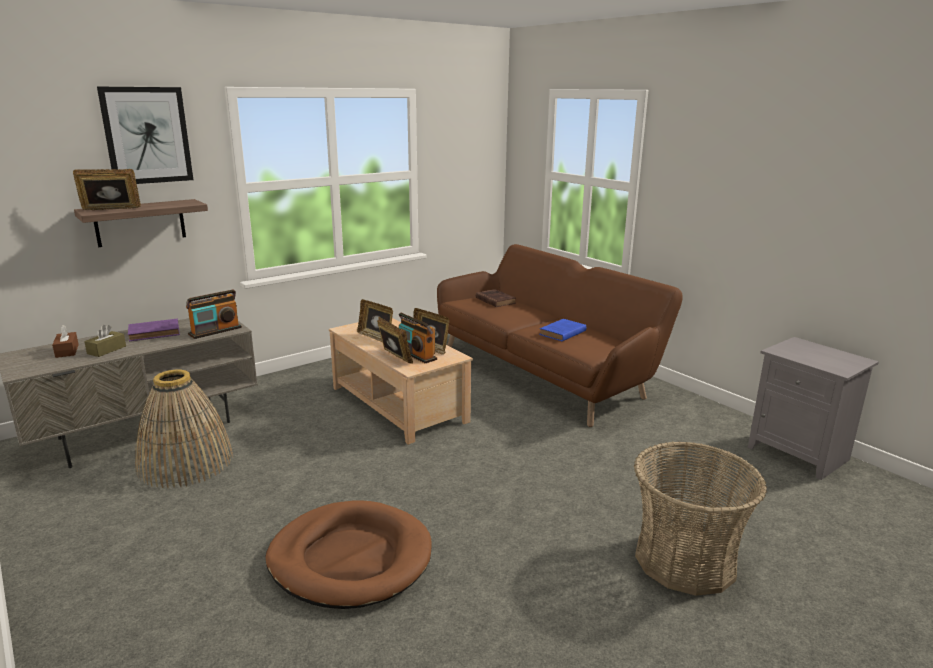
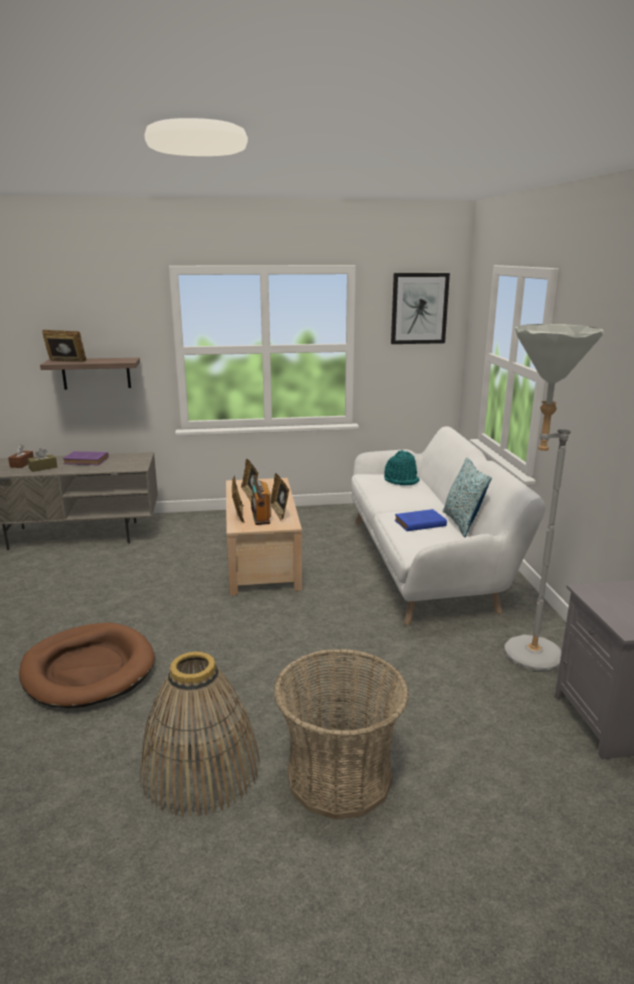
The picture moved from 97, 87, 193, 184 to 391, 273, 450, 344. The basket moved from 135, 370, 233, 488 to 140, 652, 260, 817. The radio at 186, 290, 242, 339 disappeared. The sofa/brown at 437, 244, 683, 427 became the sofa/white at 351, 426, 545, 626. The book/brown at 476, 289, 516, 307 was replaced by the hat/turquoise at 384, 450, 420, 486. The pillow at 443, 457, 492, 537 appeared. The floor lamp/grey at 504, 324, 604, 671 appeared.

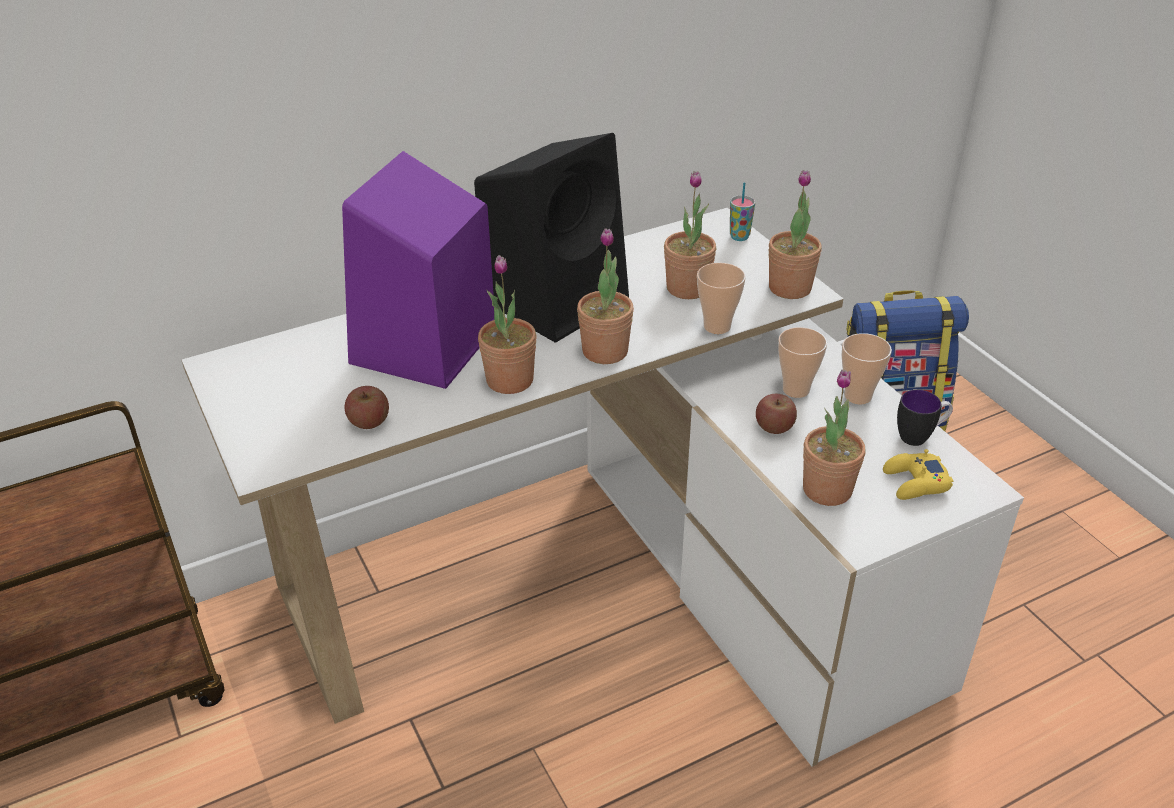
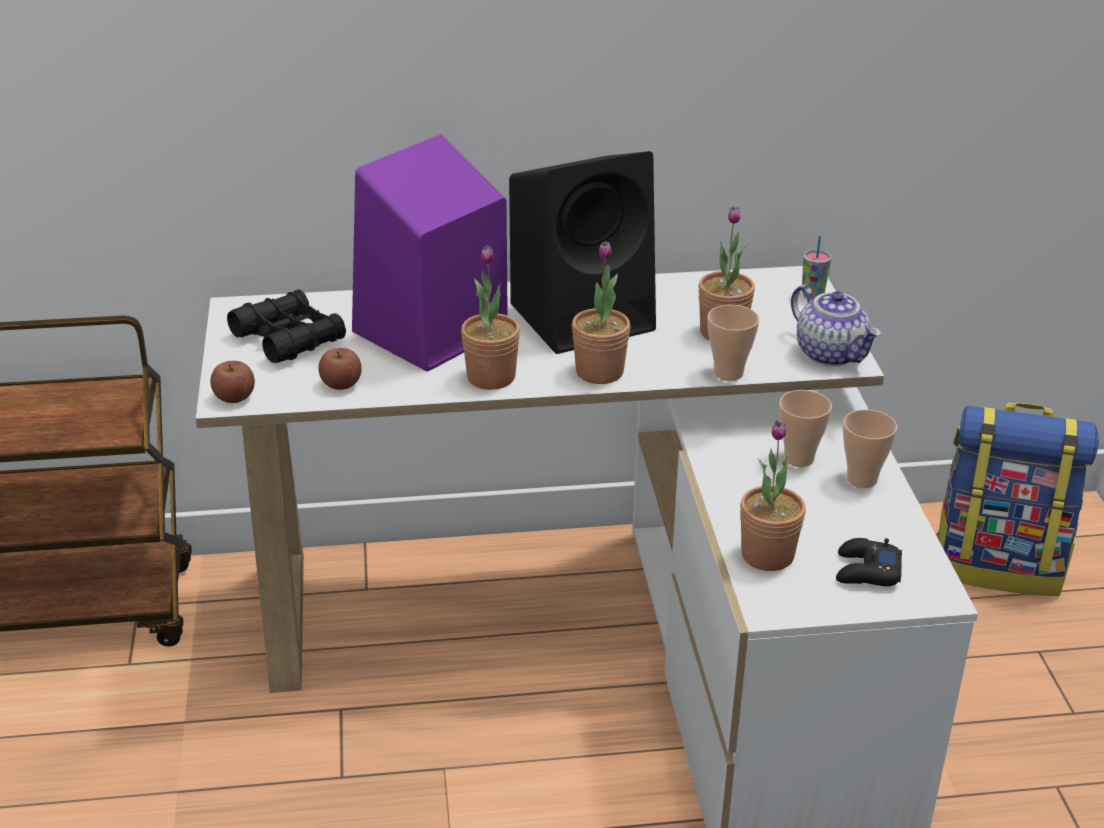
The apple moved from 756, 394, 797, 434 to 210, 361, 255, 403. The potted plant at 769, 170, 822, 299 was replaced by the teapot at 791, 285, 881, 366. The game controller/yellow at 883, 449, 954, 500 became the game controller/black at 836, 538, 902, 586. The mug at 897, 390, 953, 446 disappeared. The binoculars/black at 227, 289, 346, 363 appeared.

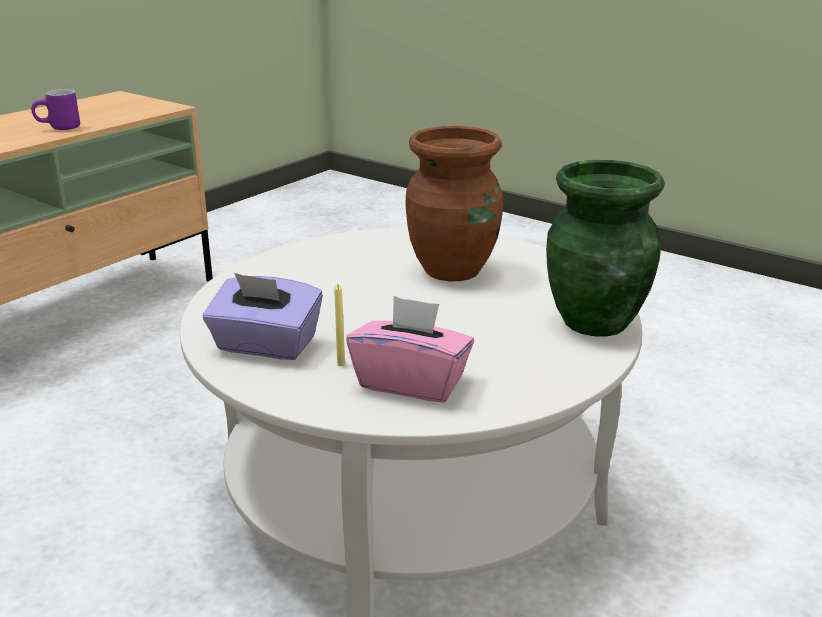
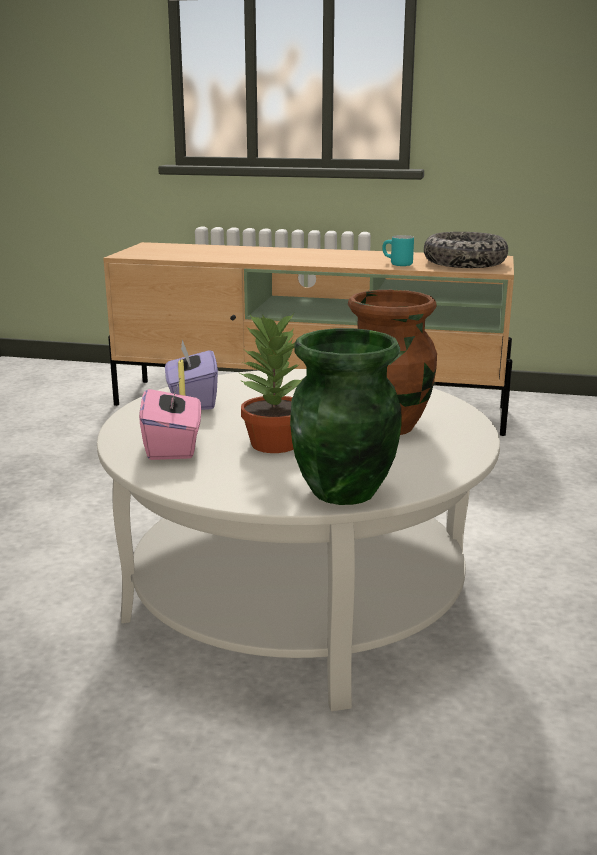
The mug/purple at 31, 89, 80, 130 became the mug/turquoise at 382, 235, 414, 266. The potted plant at 240, 313, 304, 453 appeared. The bowl at 424, 232, 508, 268 appeared.

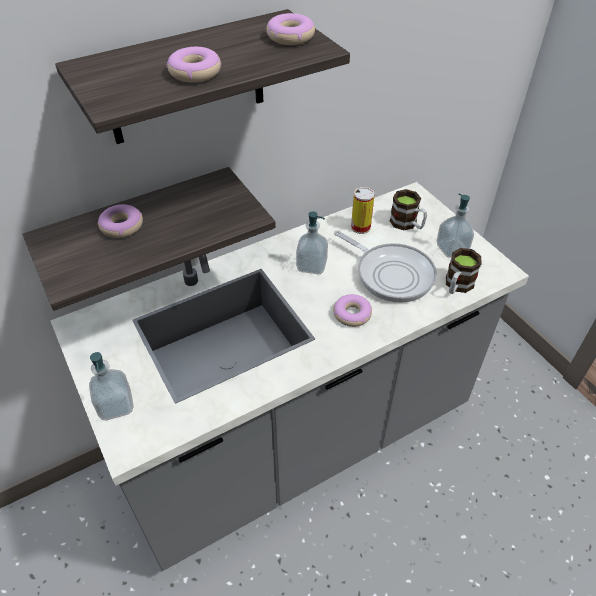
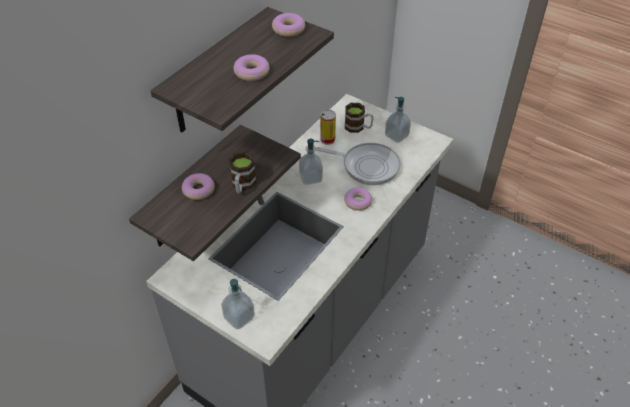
The mug moved from 446, 248, 482, 294 to 228, 151, 257, 194.

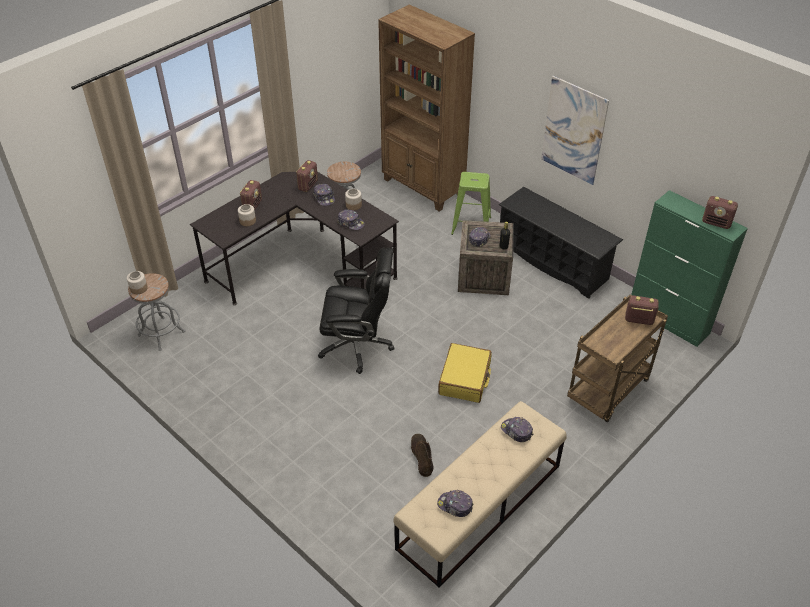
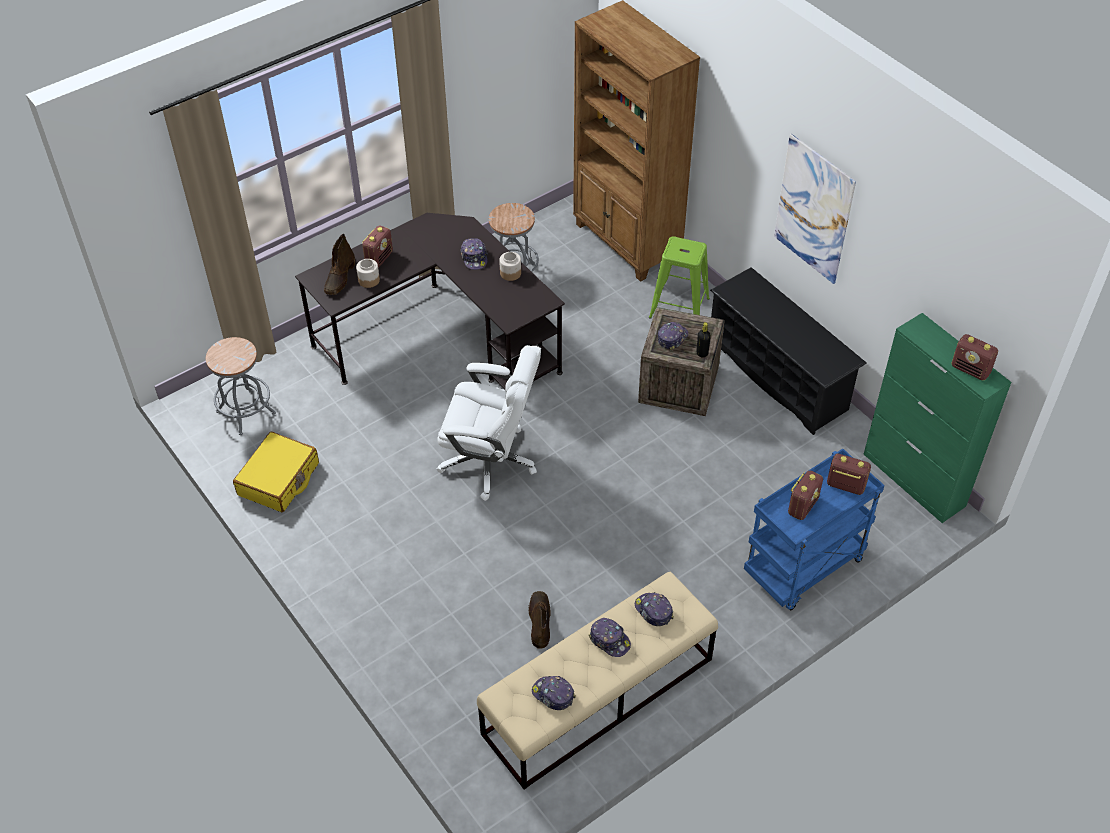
The jar at 127, 271, 148, 294 disappeared. The radio moved from 296, 160, 318, 192 to 788, 471, 823, 520. The office chair/black at 318, 247, 395, 374 became the office chair/white at 436, 345, 541, 501. The cap moved from 337, 209, 365, 230 to 589, 618, 631, 657. The suitcase/yellow moved from 438, 343, 492, 403 to 233, 432, 319, 512. The cart/brown at 567, 294, 668, 422 became the cart/blue at 744, 449, 885, 611. The boot/brown at 324, 234, 355, 295 appeared.

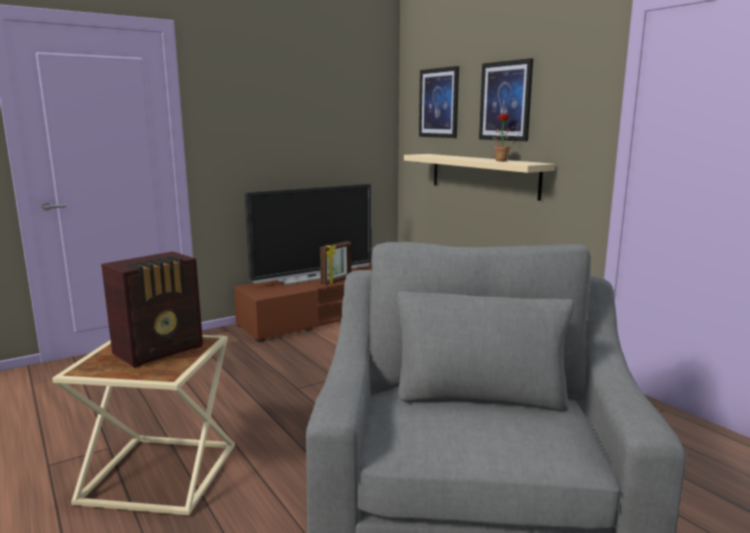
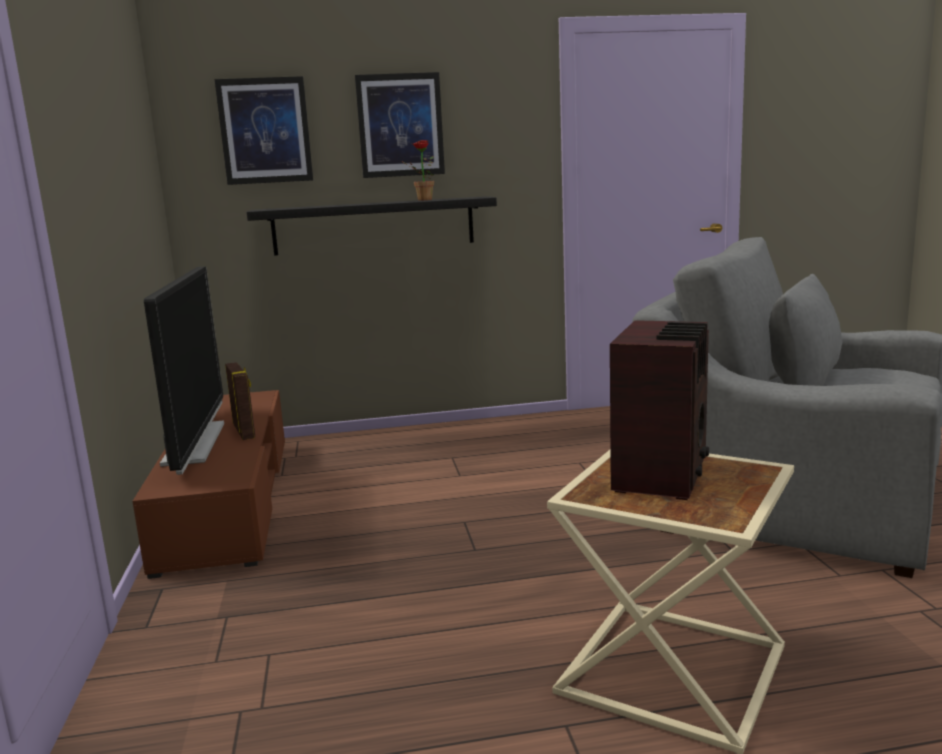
The radio at 101, 251, 203, 368 turned 45 degrees clockwise. The shelf/beige at 404, 154, 555, 201 became the shelf/black at 247, 196, 497, 256.

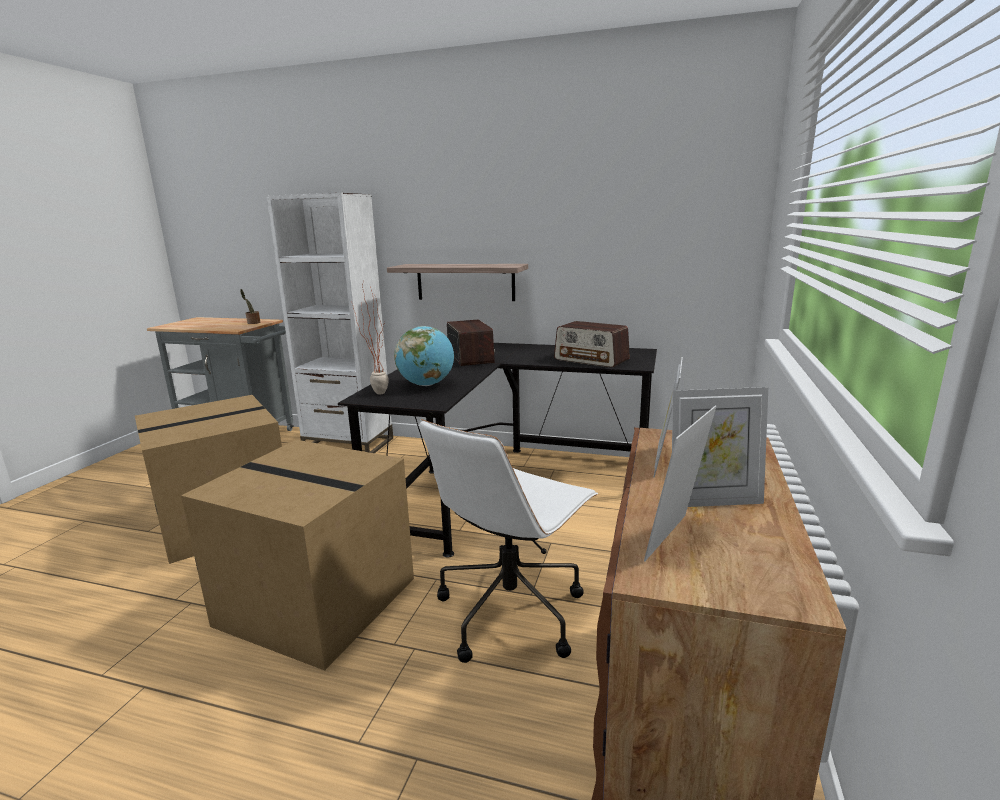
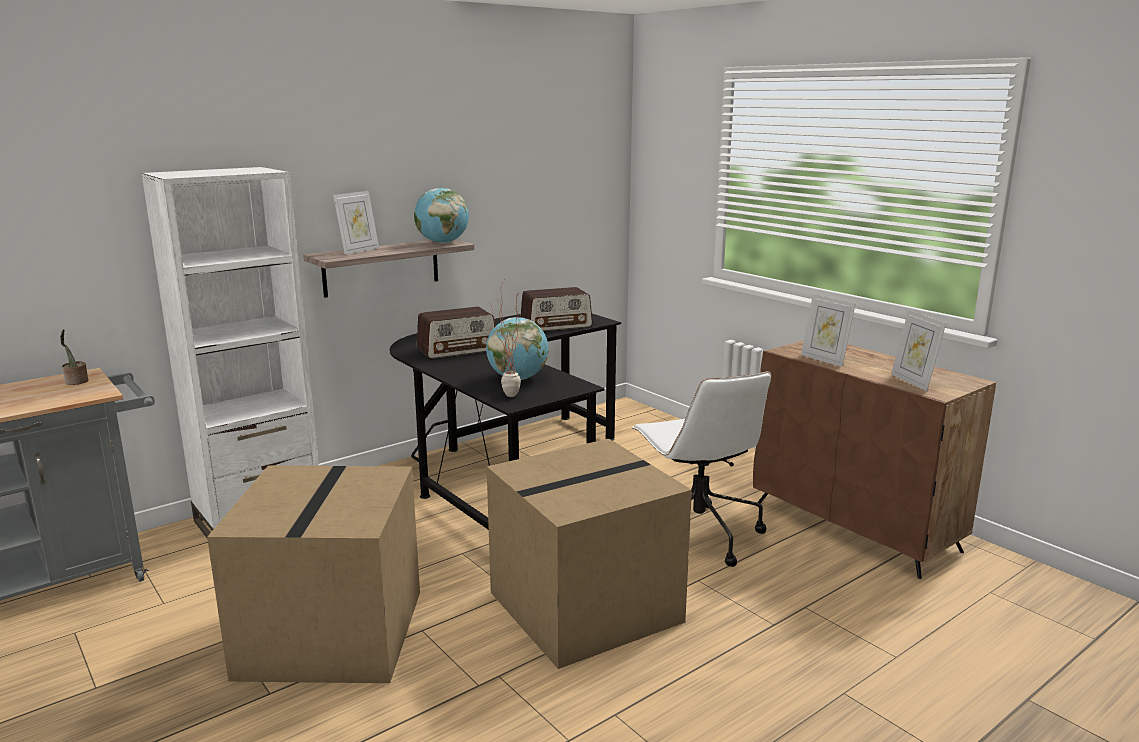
The radio at 447, 320, 495, 366 turned 135 degrees clockwise. The picture frame moved from 672, 387, 768, 507 to 333, 191, 379, 255. The globe at 414, 188, 469, 243 appeared.

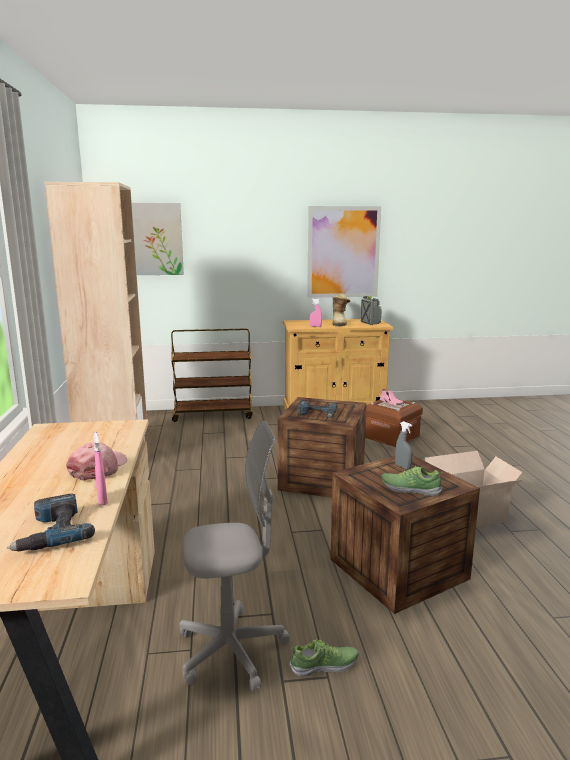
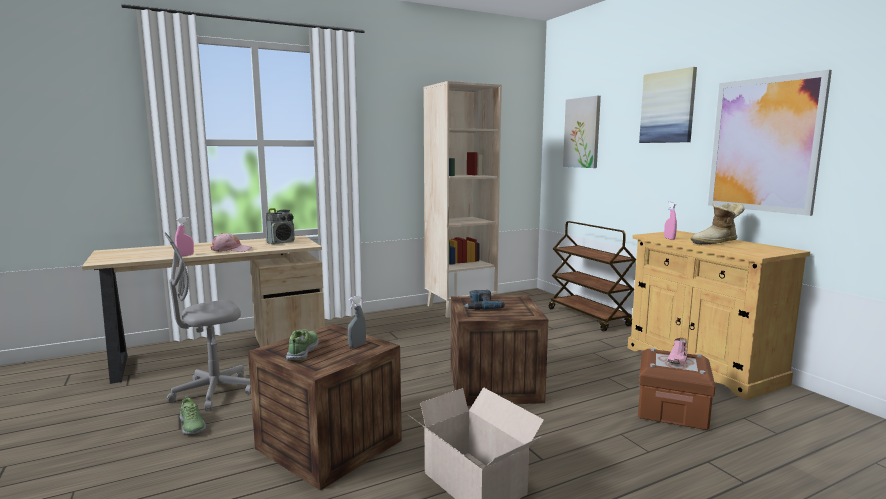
The power drill at 7, 494, 95, 551 disappeared. The office chair/grey at 179, 421, 290, 691 turned 90 degrees clockwise. The radio moved from 361, 296, 382, 325 to 265, 208, 295, 244. The picture at 639, 67, 697, 143 appeared.

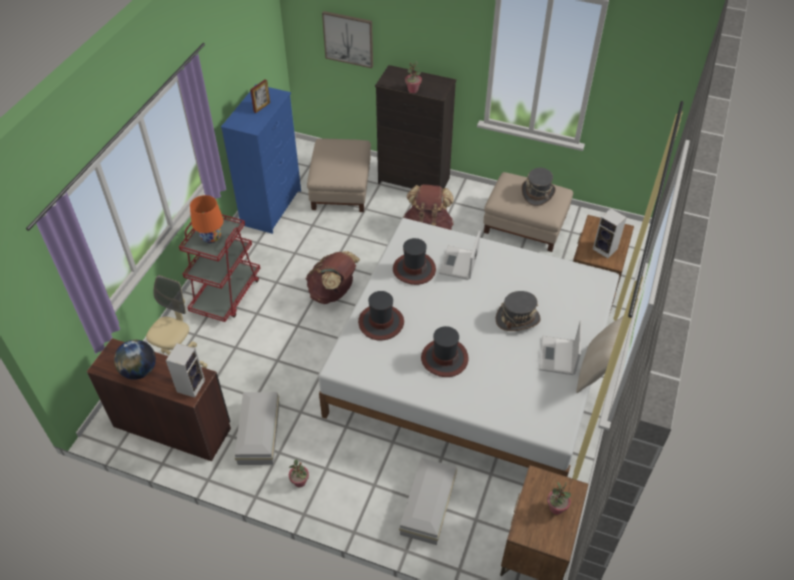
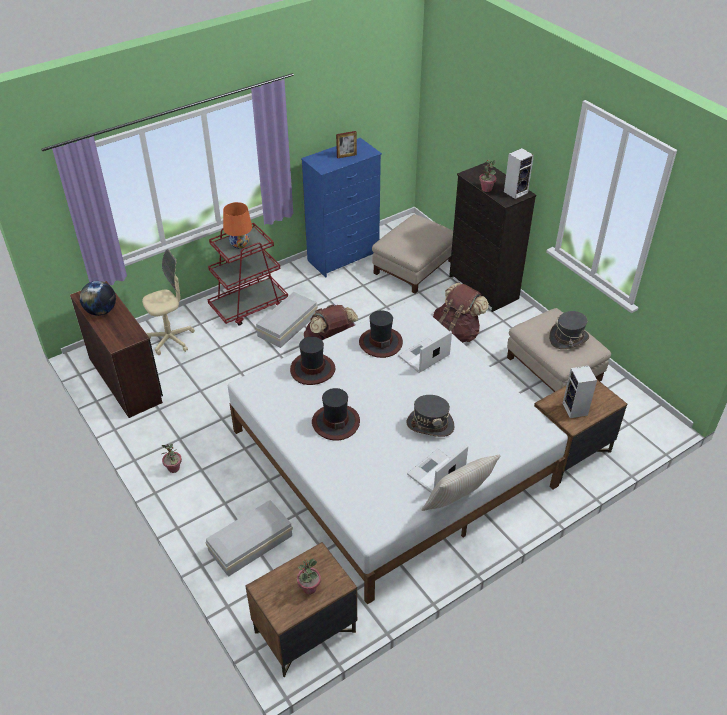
The speaker moved from 166, 343, 205, 398 to 504, 148, 534, 199. The storage box/white moved from 235, 392, 280, 465 to 256, 292, 318, 348. The picture at 322, 11, 373, 68 disappeared.

